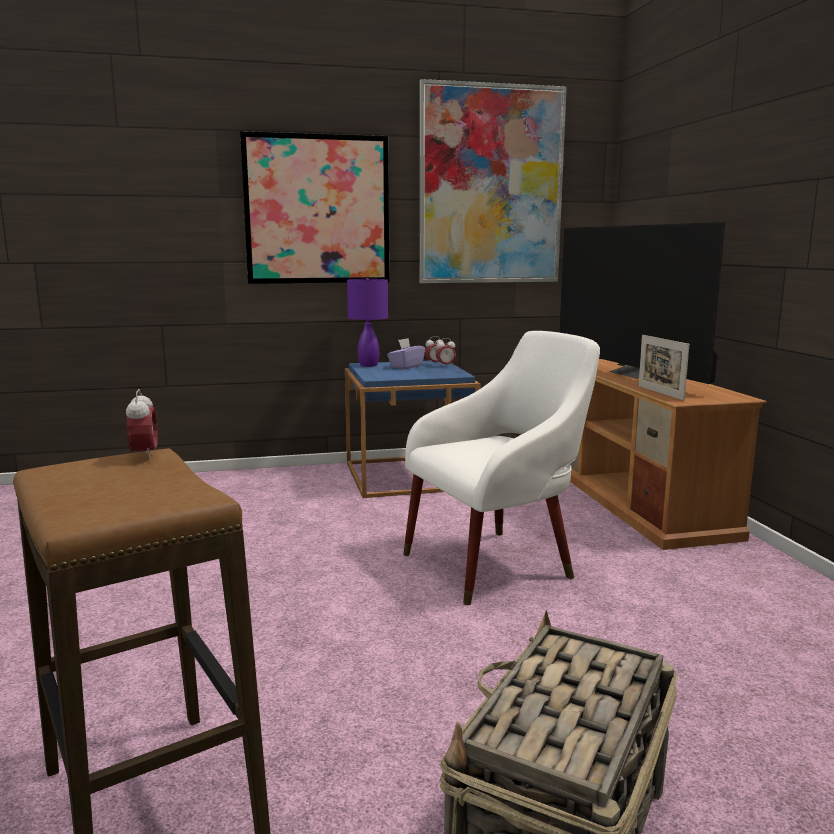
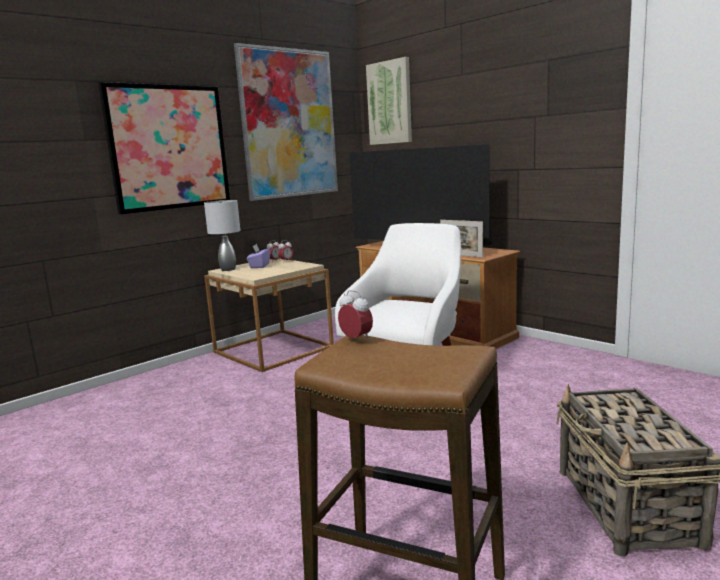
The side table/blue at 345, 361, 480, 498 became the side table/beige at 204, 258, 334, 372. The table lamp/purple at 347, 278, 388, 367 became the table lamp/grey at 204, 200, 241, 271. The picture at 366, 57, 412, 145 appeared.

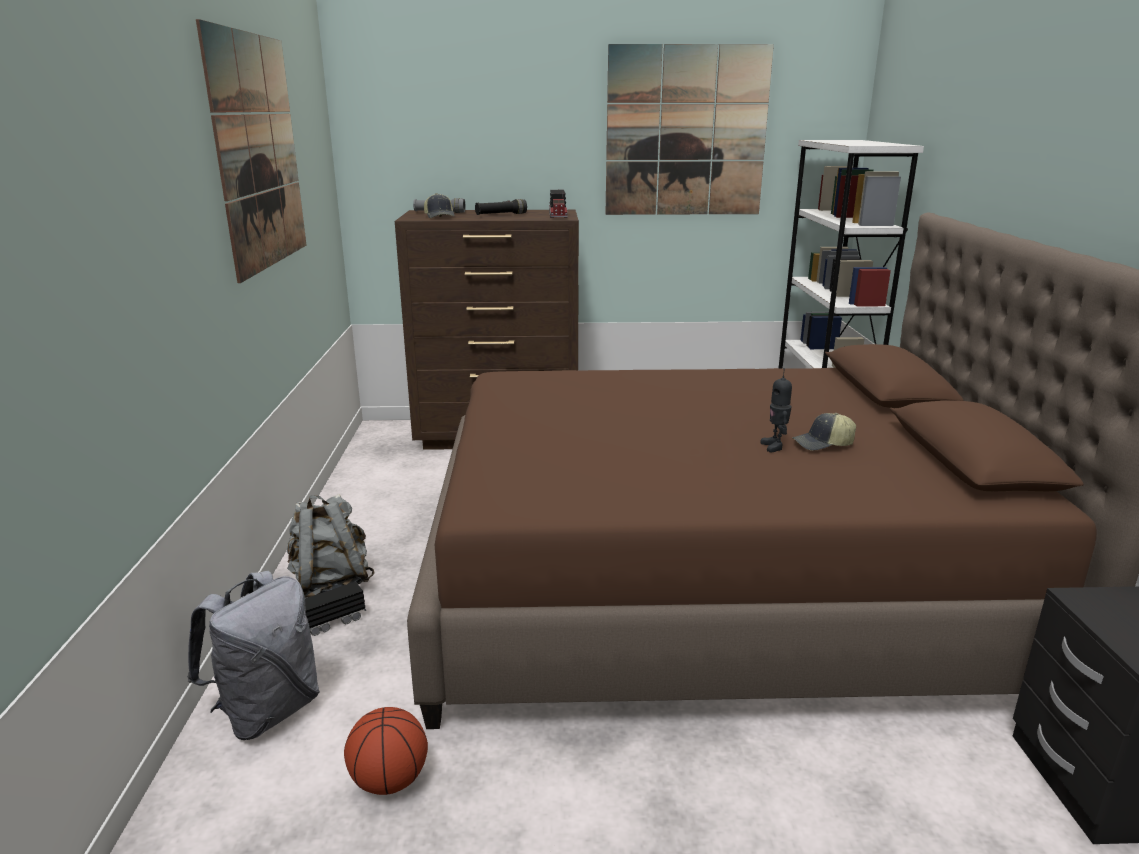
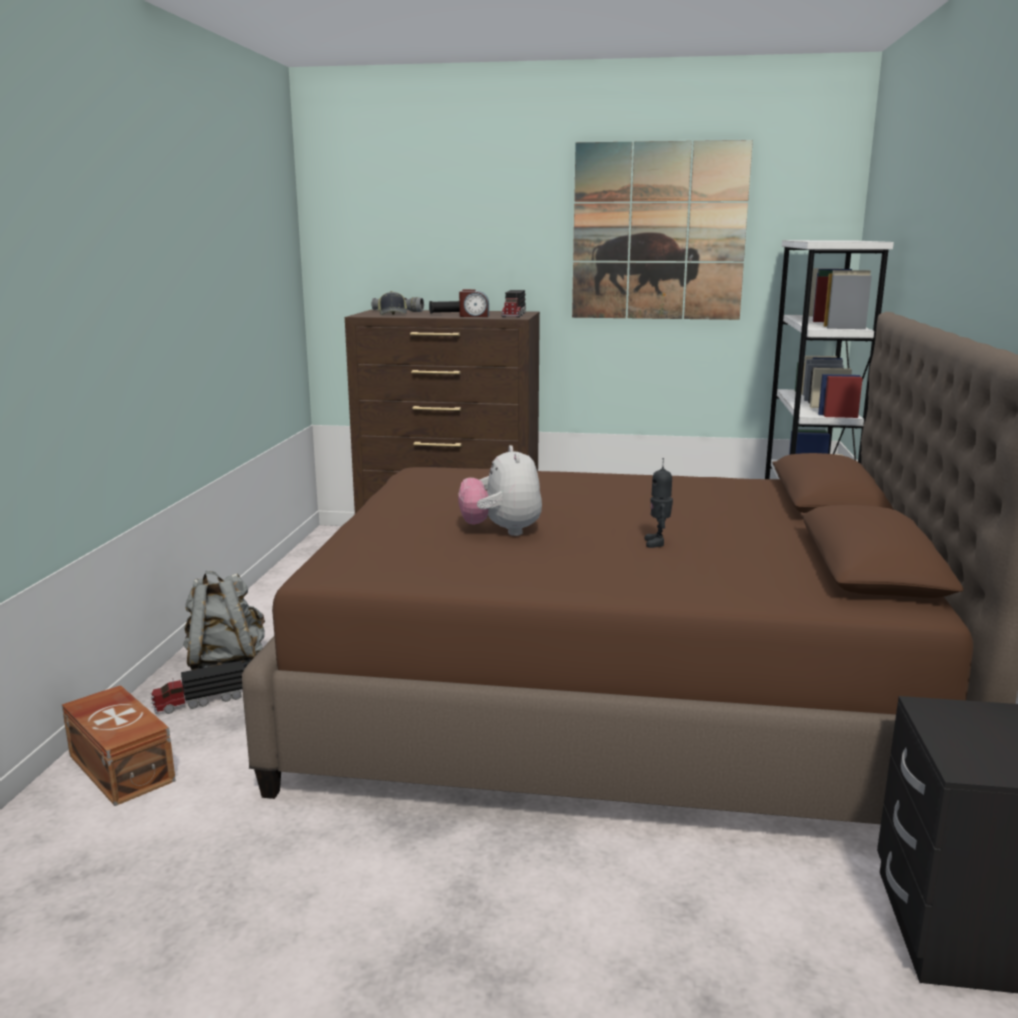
The backpack/grey at 187, 571, 320, 740 was replaced by the storage box/brown at 62, 685, 176, 806. The picture at 196, 19, 306, 283 disappeared. The basketball at 344, 707, 428, 795 disappeared. The cap at 792, 413, 856, 451 disappeared. The plush toy at 458, 445, 542, 536 appeared. The alarm clock at 459, 289, 489, 317 appeared.

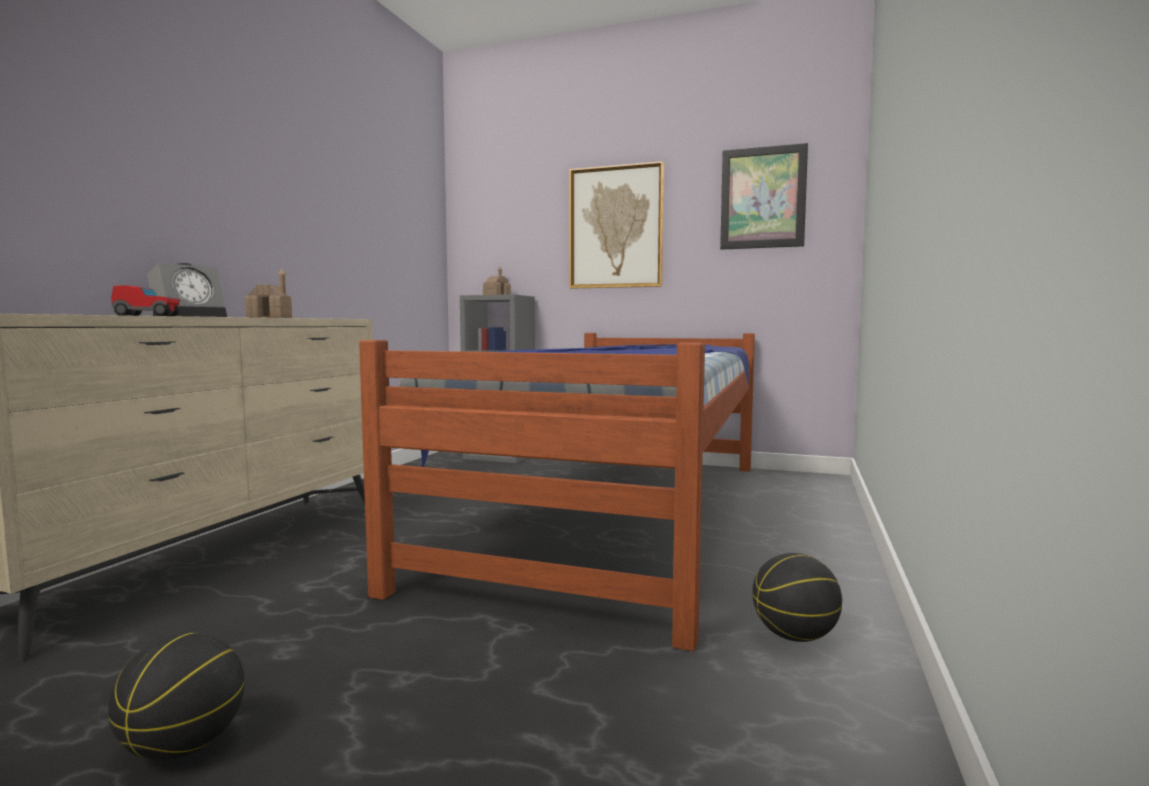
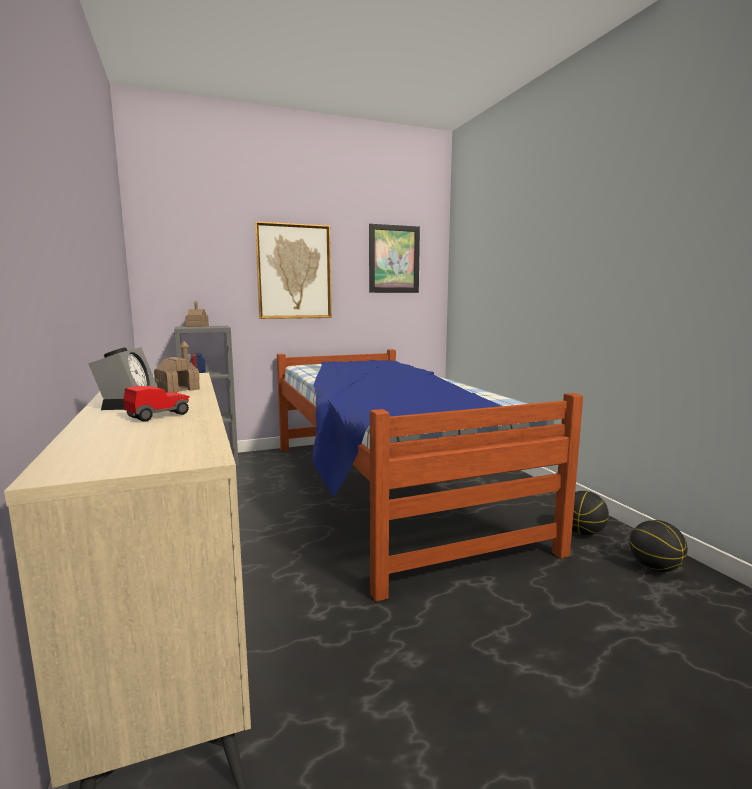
The basketball moved from 108, 632, 245, 760 to 630, 520, 688, 572.

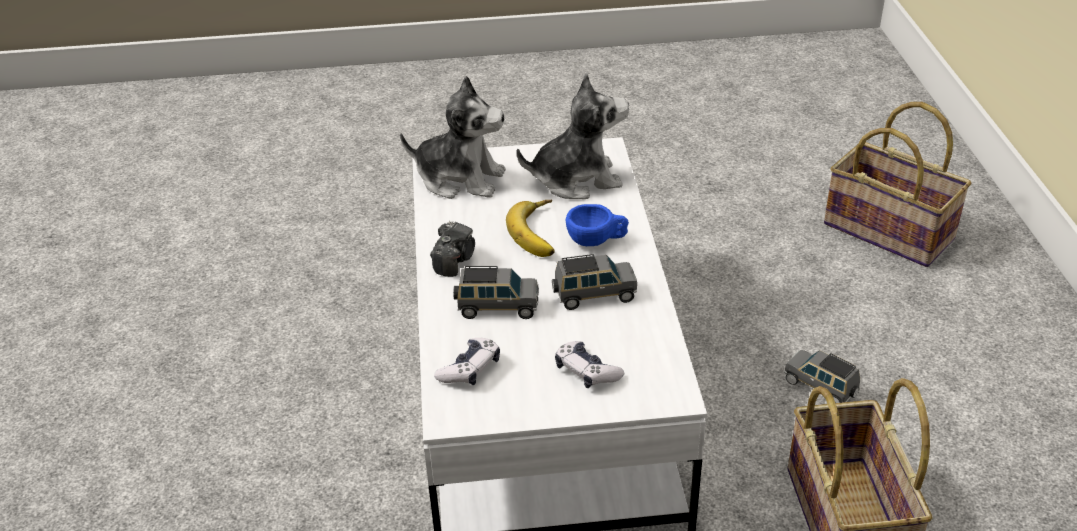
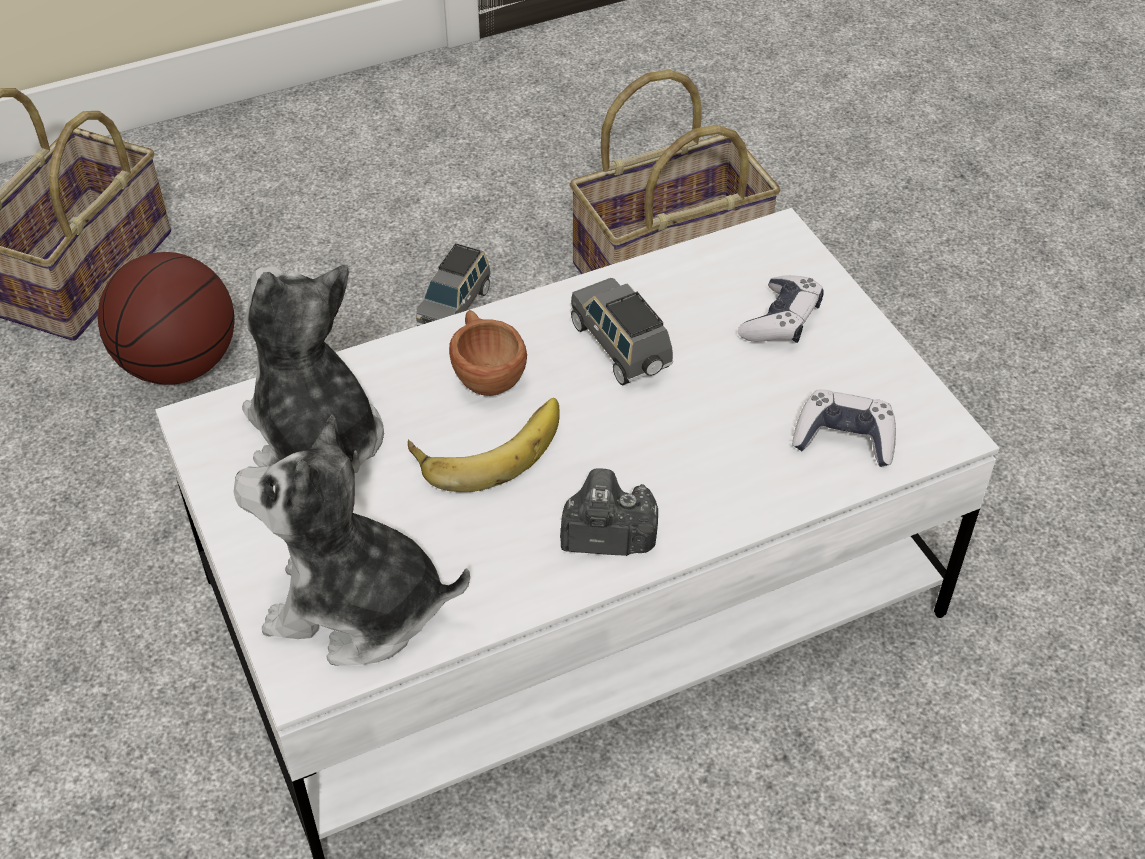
The plush toy at 400, 76, 506, 199 turned 75 degrees counterclockwise. The toy car/grey at 453, 266, 539, 319 disappeared. The cup/blue at 566, 204, 629, 246 became the cup/brown at 449, 310, 527, 396. The basketball at 97, 252, 235, 385 appeared.

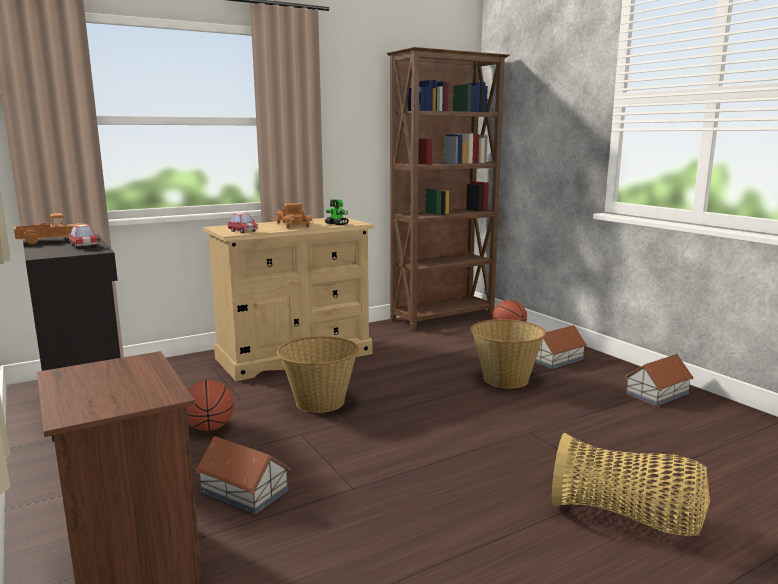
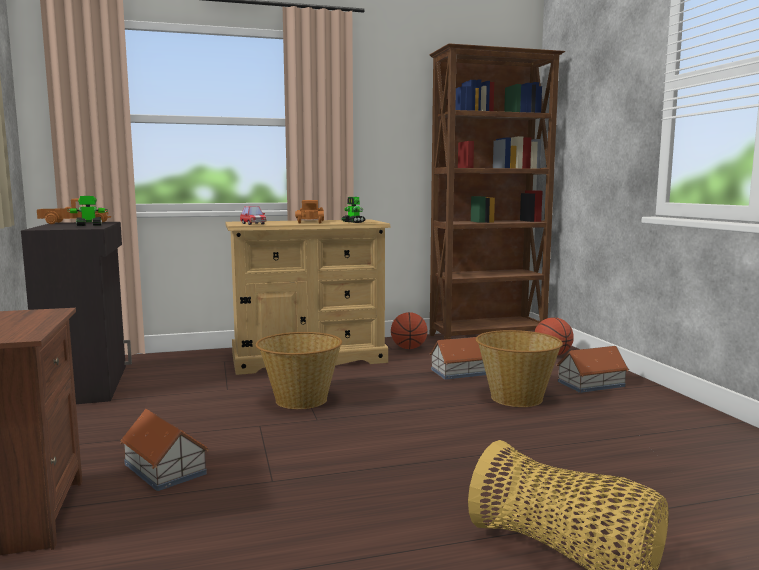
The toy car at 68, 224, 98, 248 was replaced by the toy robot at 67, 196, 108, 226. The basketball moved from 187, 380, 234, 431 to 391, 312, 428, 349. The toy house moved from 625, 354, 693, 406 to 430, 337, 486, 380.

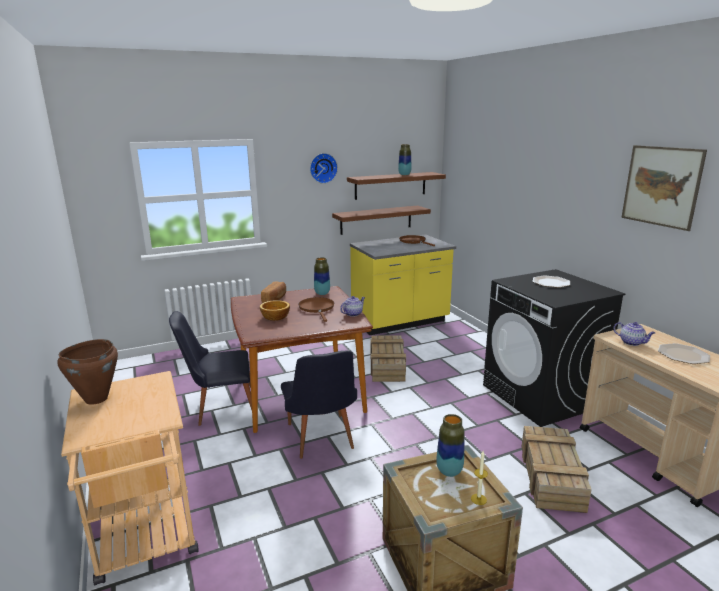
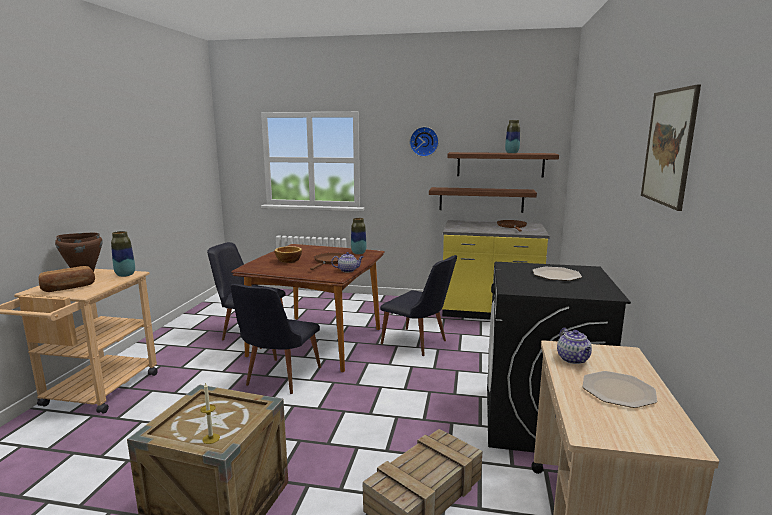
The bread moved from 261, 282, 286, 303 to 39, 266, 95, 292. The crate at 370, 336, 406, 382 was replaced by the chair/black at 380, 255, 457, 356. The vase moved from 436, 414, 465, 477 to 111, 231, 135, 277.

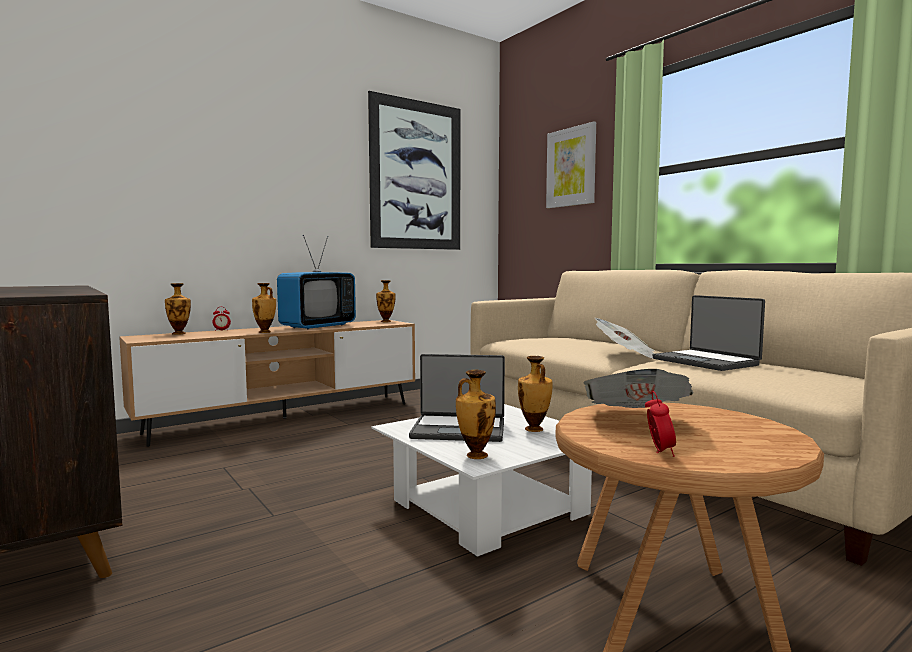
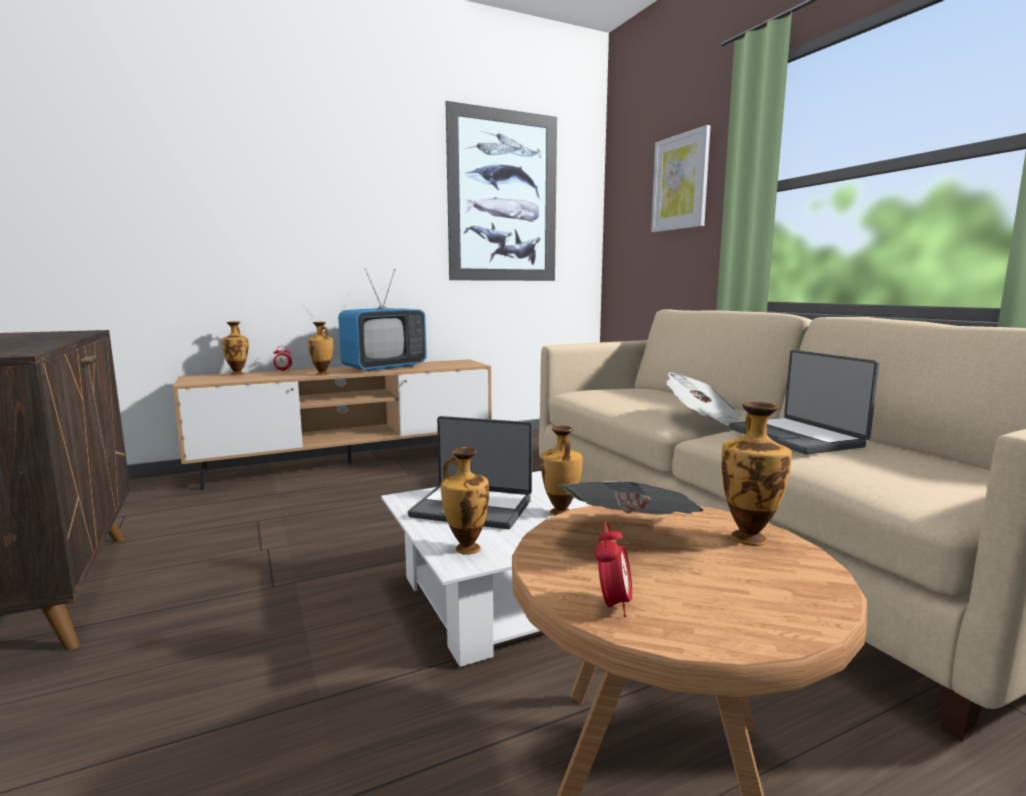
The vase moved from 376, 280, 396, 322 to 721, 402, 792, 546.

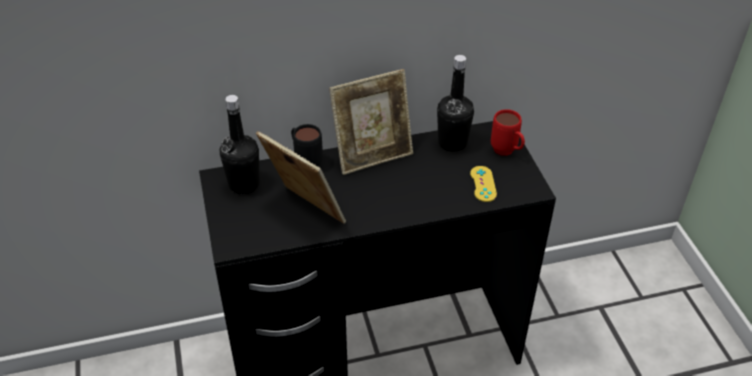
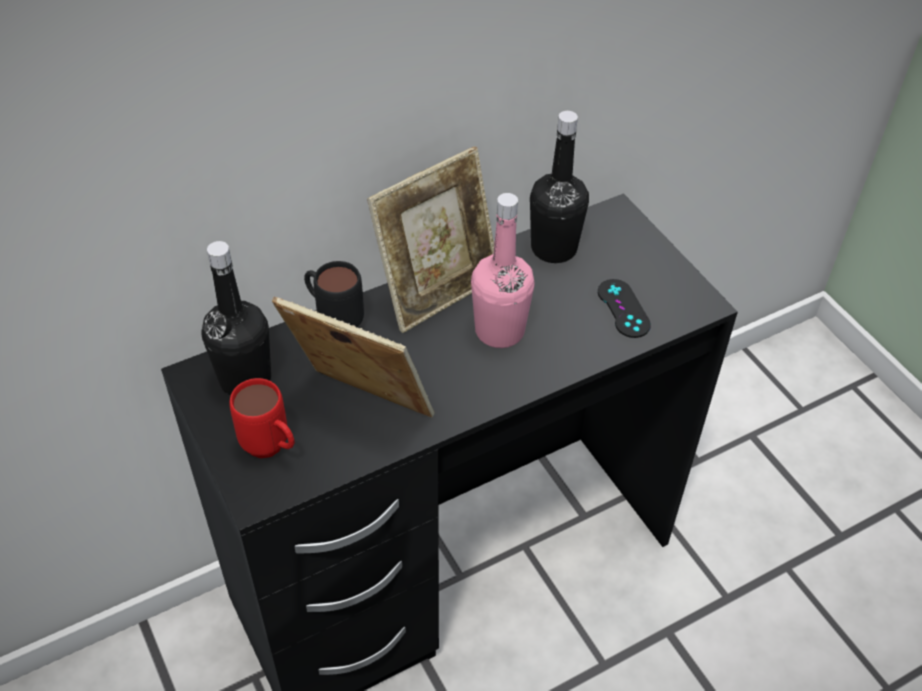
The game controller/yellow at 470, 166, 497, 202 became the game controller/black at 598, 279, 651, 338. The mug/red moved from 491, 109, 525, 156 to 229, 378, 295, 458. The bottle/pink at 471, 193, 535, 348 appeared.

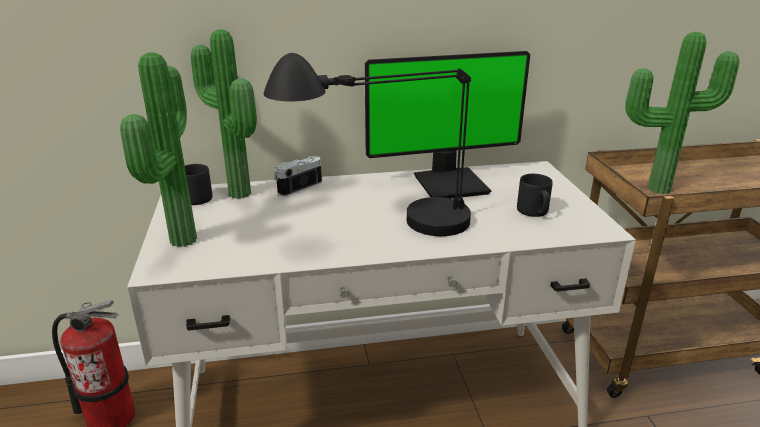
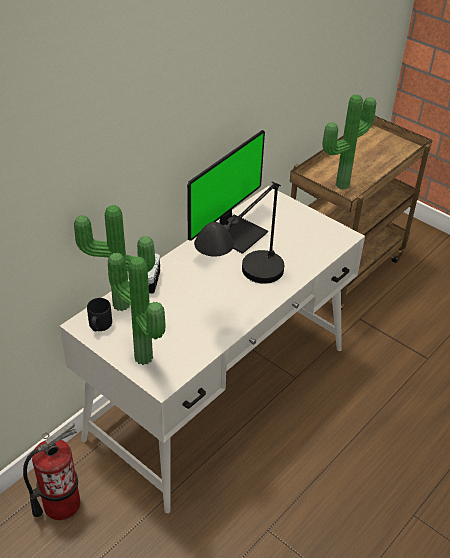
The mug/black at 517, 174, 553, 217 disappeared.

